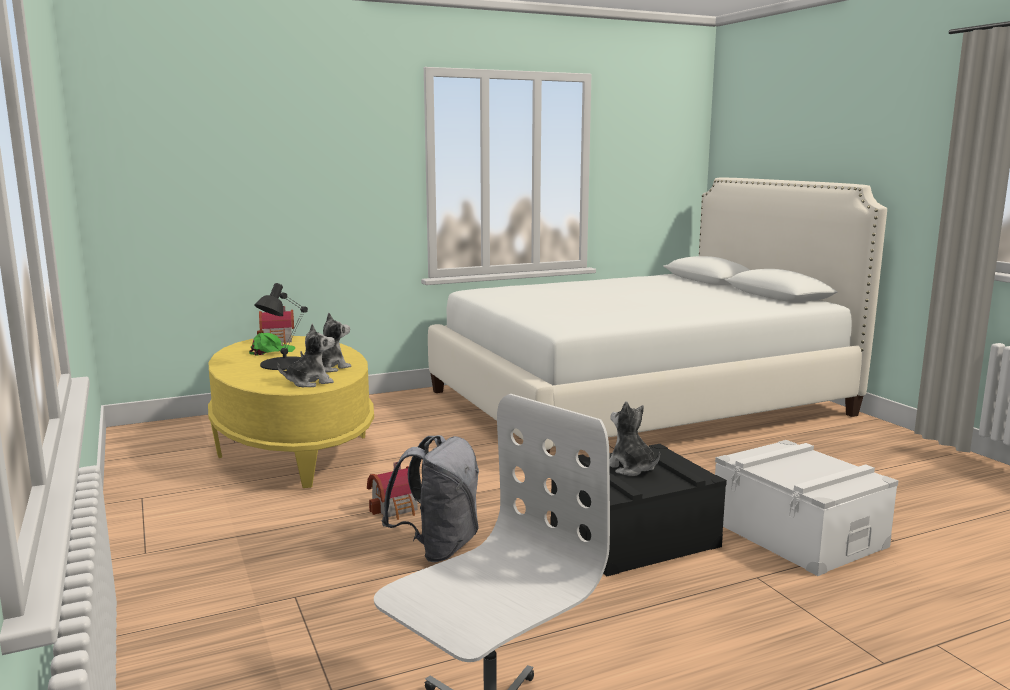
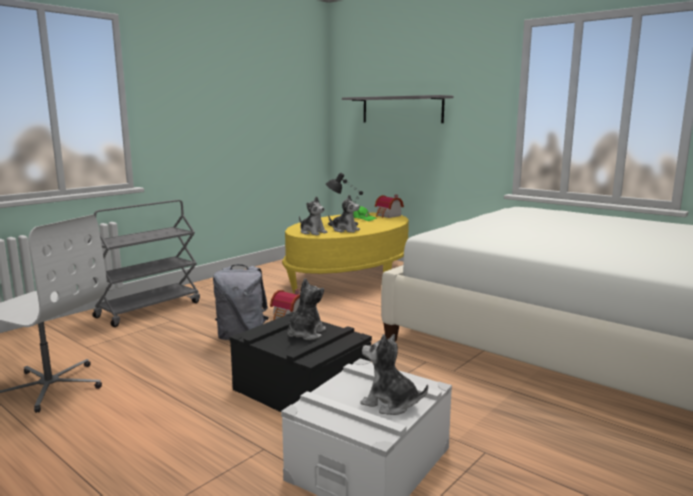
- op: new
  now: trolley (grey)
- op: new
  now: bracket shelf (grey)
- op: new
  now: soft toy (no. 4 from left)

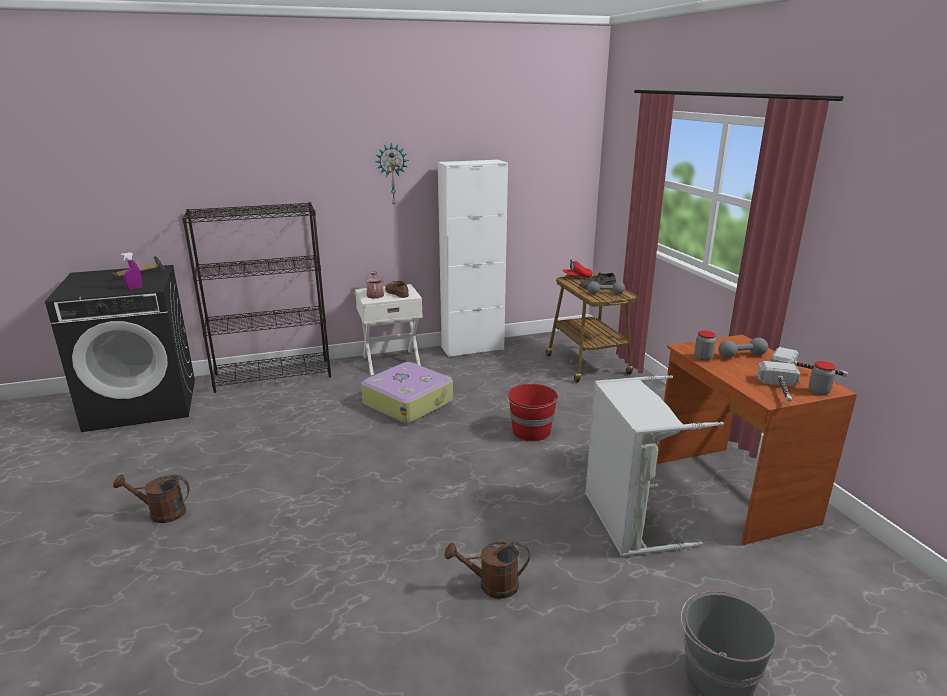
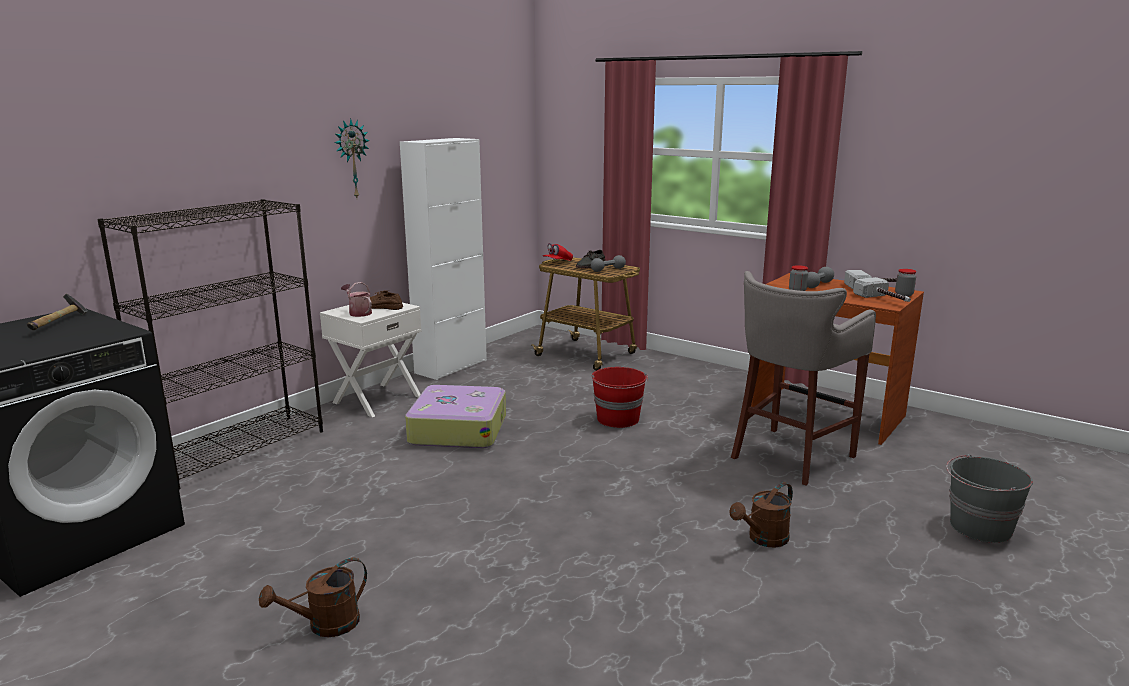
- op: gone
  was: sprayer (purple-coloured)
- op: swapped
  was: washing basket (grey)
  now: sitting stool (grey)

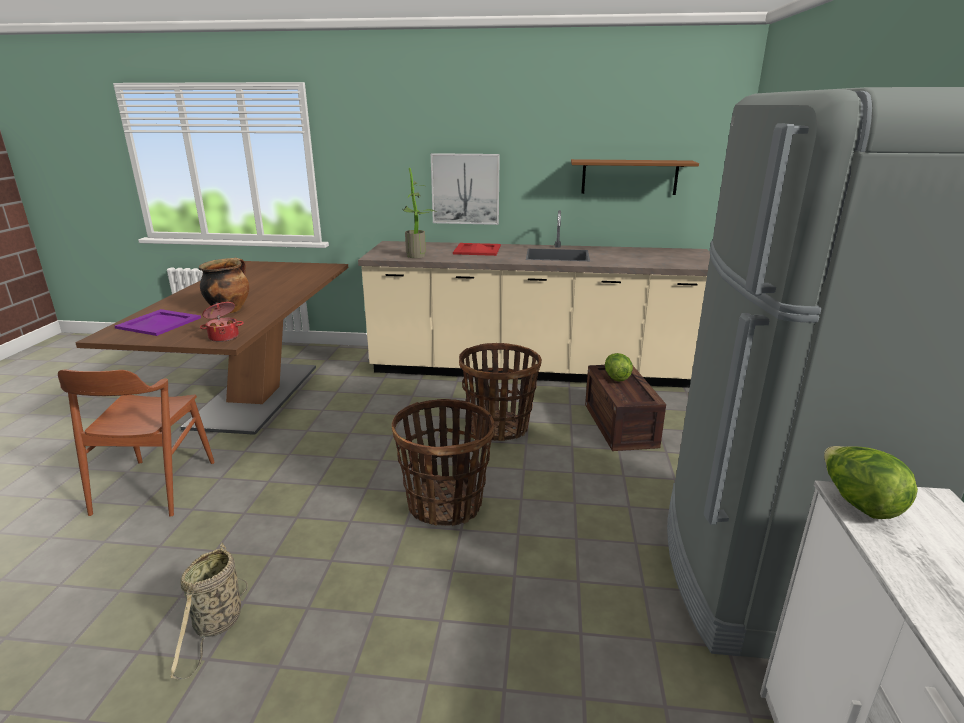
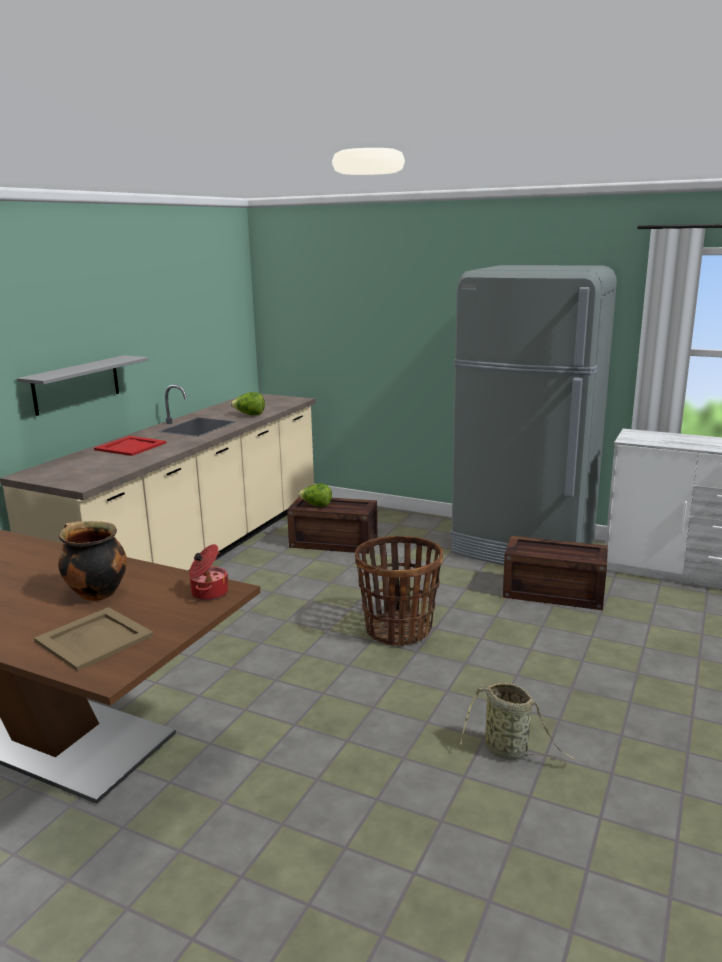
- op: gone
  was: chair (brown)
- op: gone
  was: houseplant
- op: gone
  was: basket (no. 3 from left)
- op: gone
  was: bracket shelf (brown)
- op: new
  now: shipping crate (no. 2 from left)
- op: shifted
  was: lettuce (no. 2 from left in the first image)
  now: lettuce (no. 1 from left)
- op: swapped
  was: picture
  now: bracket shelf (grey)
- op: repainted
  was: tray (purple-coloured)
  now: tray (beige)

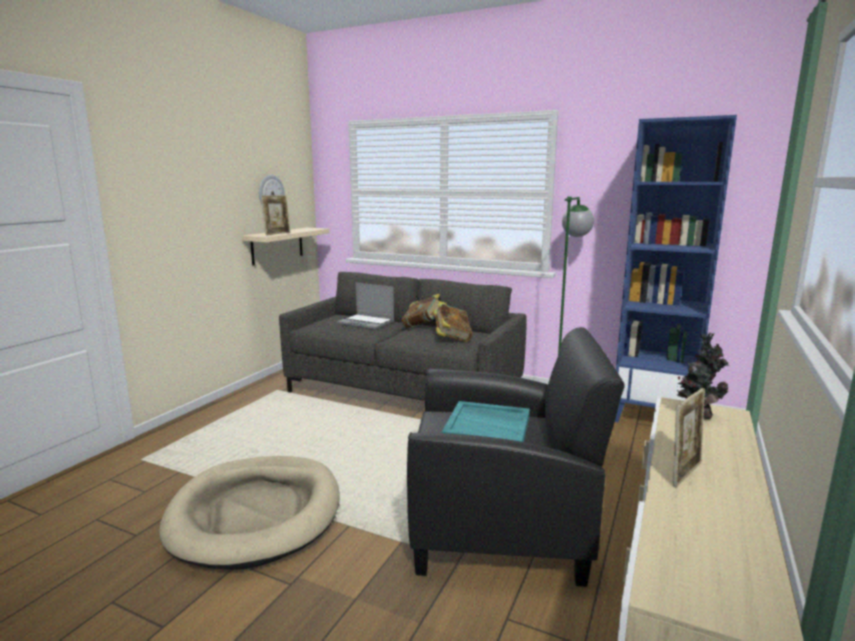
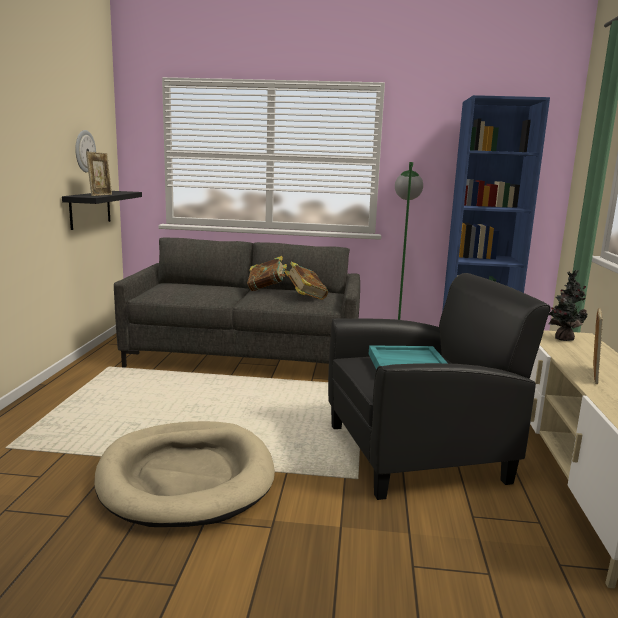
- op: gone
  was: portable computer
- op: repainted
  was: bracket shelf (beige)
  now: bracket shelf (black)

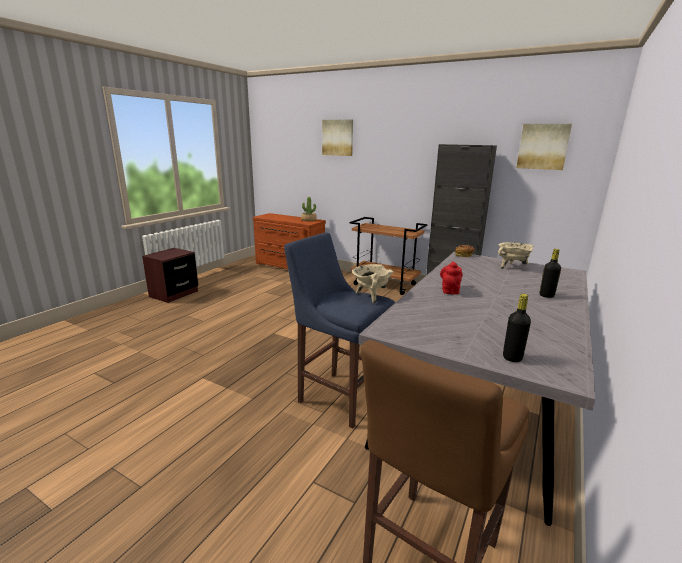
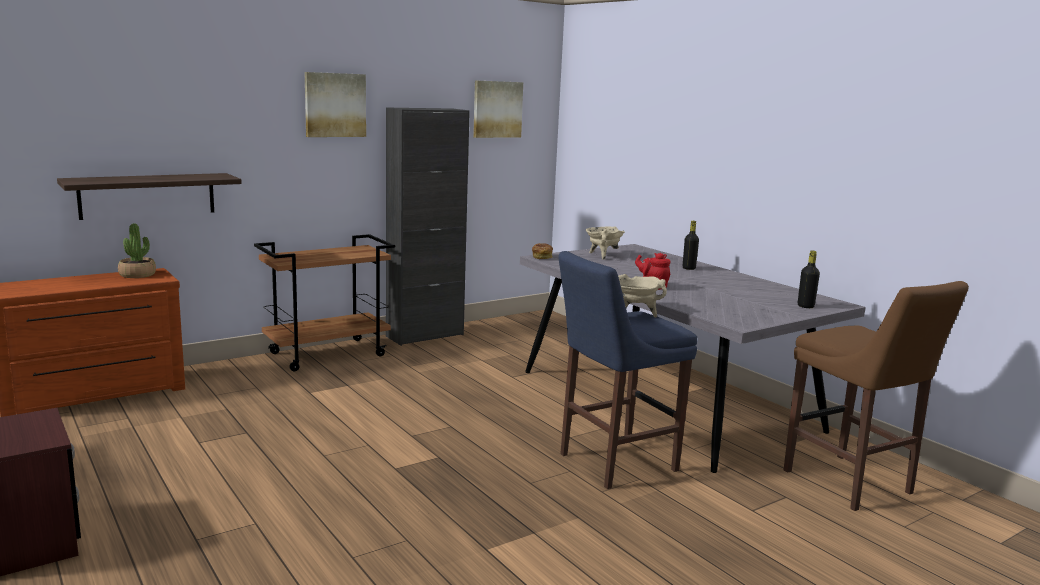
- op: new
  now: bracket shelf
- op: shifted
  was: picture (no. 1 from left)

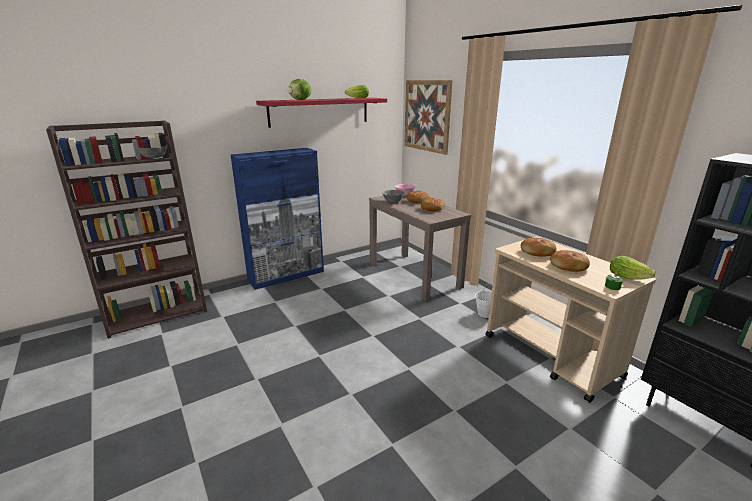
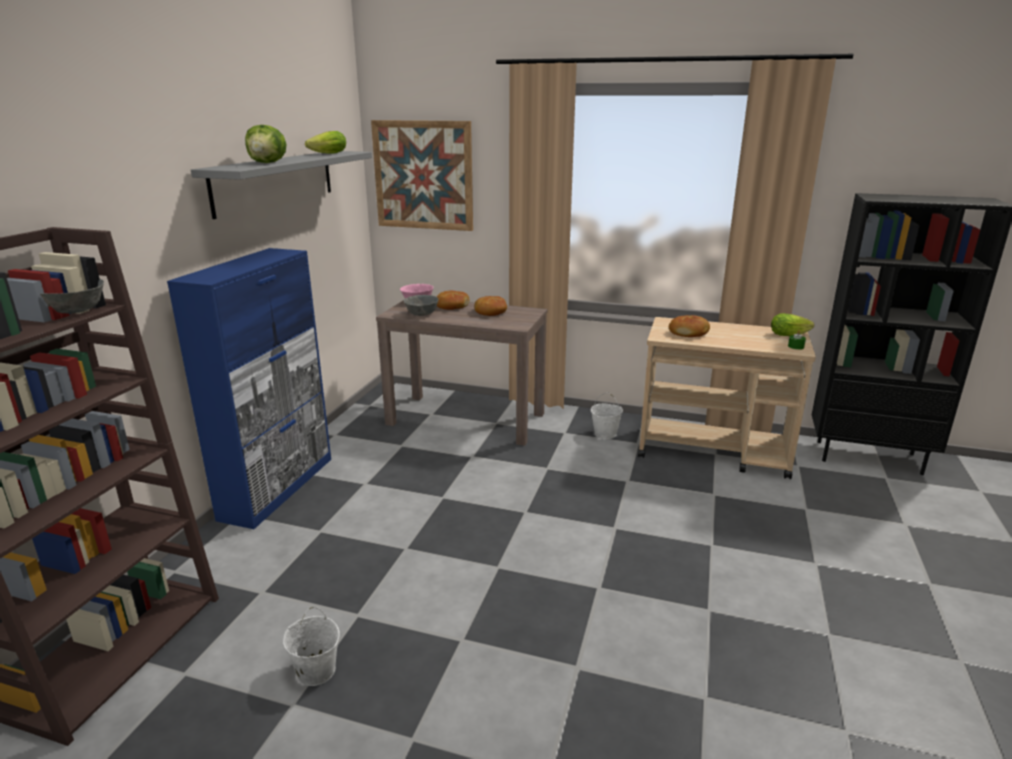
- op: gone
  was: baked bread (no. 4 from left)
- op: new
  now: bucket (whitish) (no. 1 from left)
- op: repainted
  was: bracket shelf (red-coloured)
  now: bracket shelf (grey)

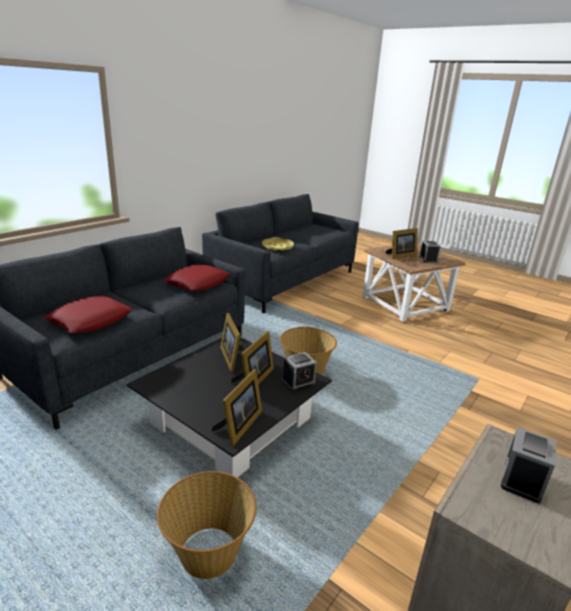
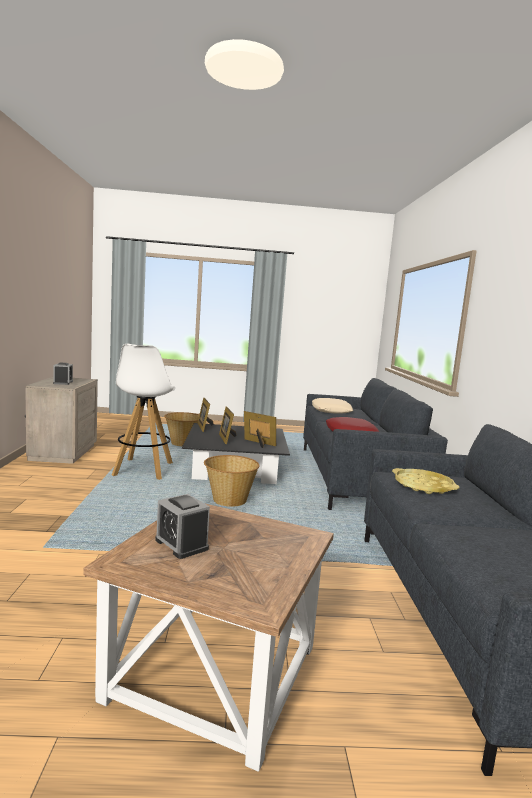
- op: gone
  was: table clock (no. 1 from left)
- op: gone
  was: photo frame (no. 4 from left)
- op: new
  now: sitting stool (whitish)
- op: repainted
  was: throw pillow (red-coloured) (no. 1 from left)
  now: throw pillow (beige)

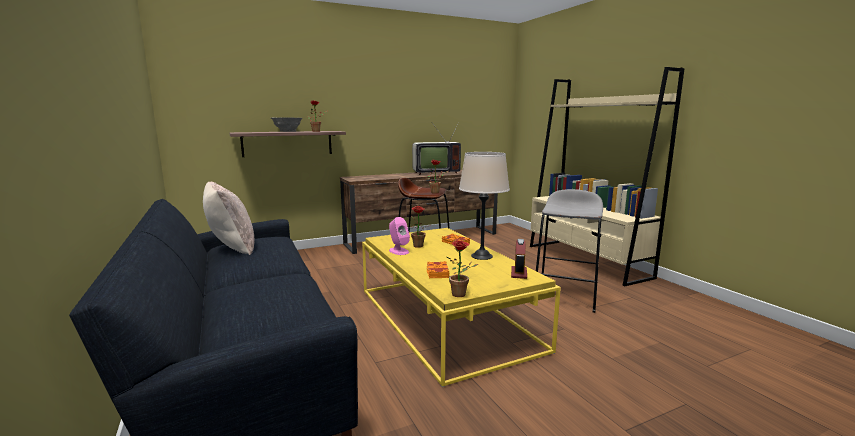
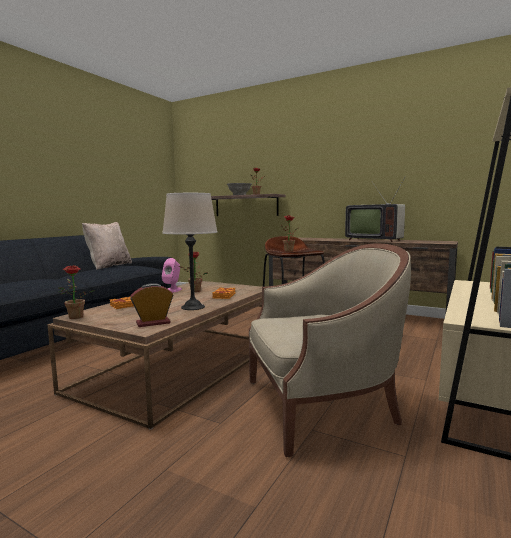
- op: swapped
  was: sitting stool (grey)
  now: easy chair (beige)
- op: repainted
  was: low table (yellow-coloured)
  now: low table (brown)

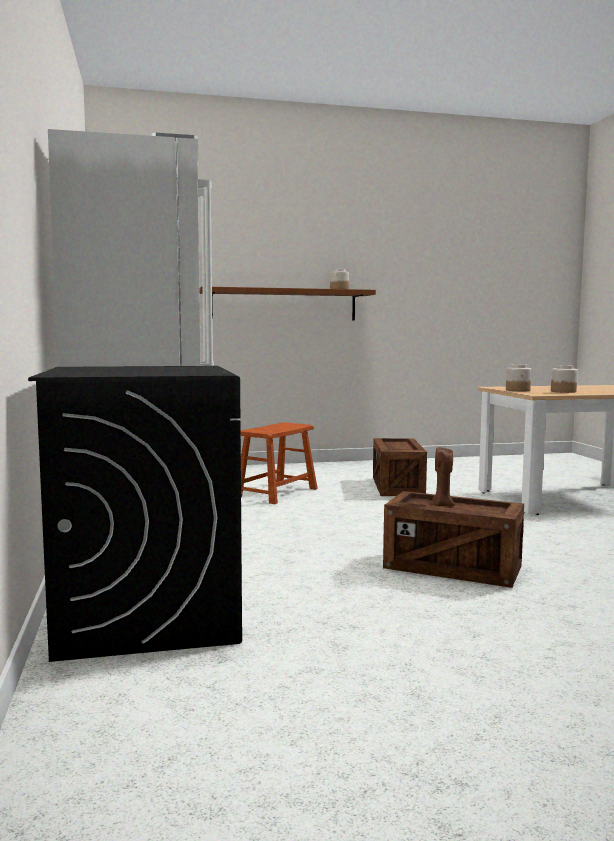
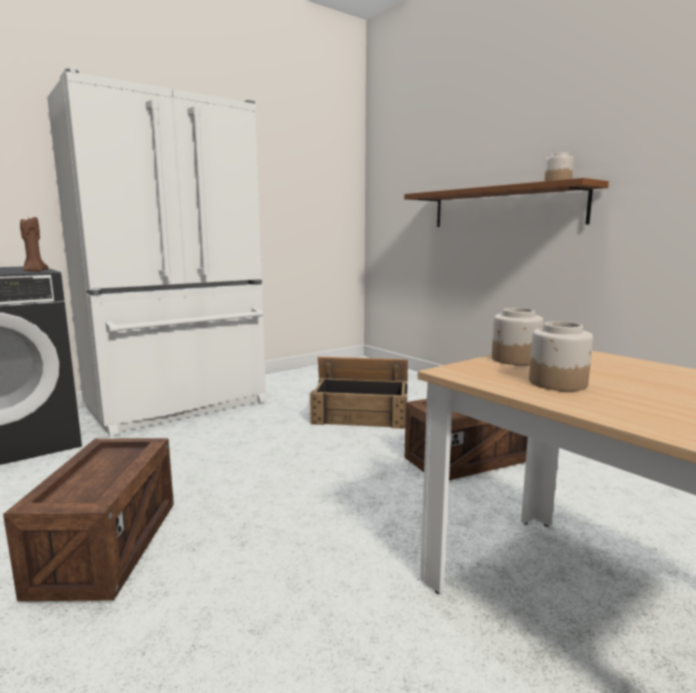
- op: shifted
  was: wax candle (brown)
- op: swapped
  was: sitting stool (brown)
  now: shipping crate (no. 2 from left)

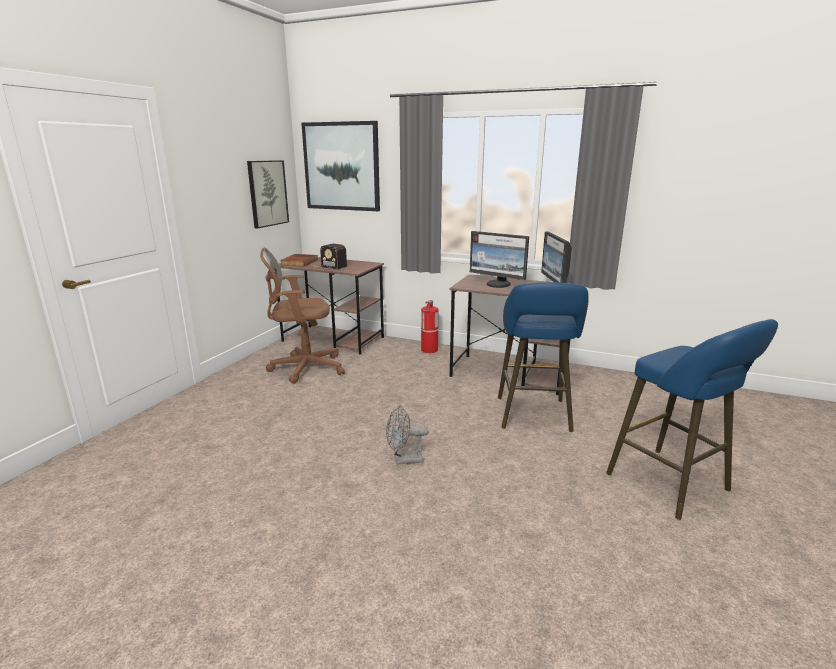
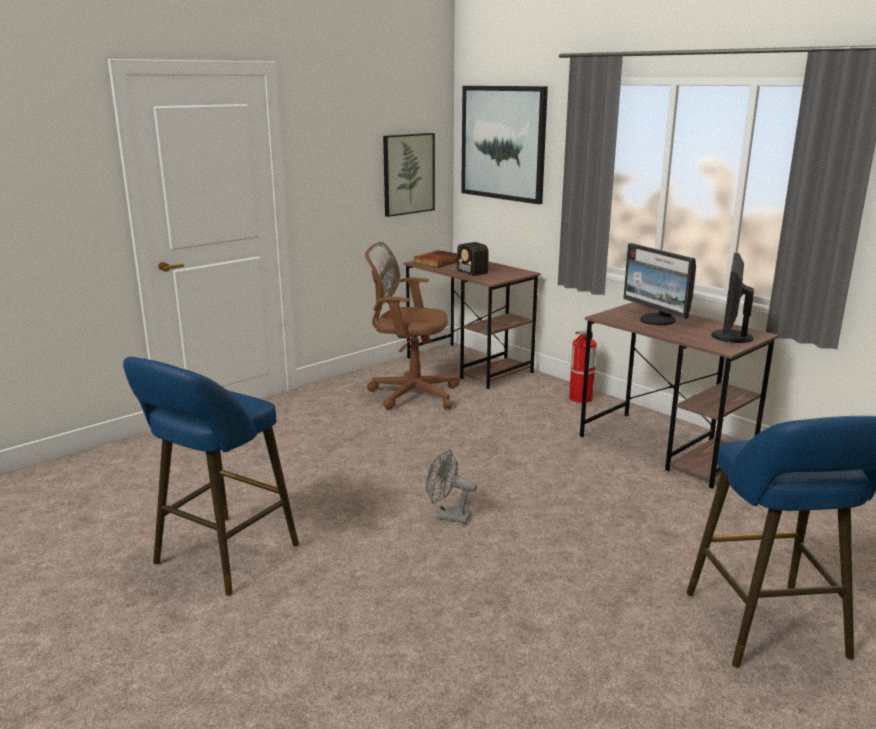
- op: shifted
  was: sitting stool (blue-coloured) (no. 1 from left)

